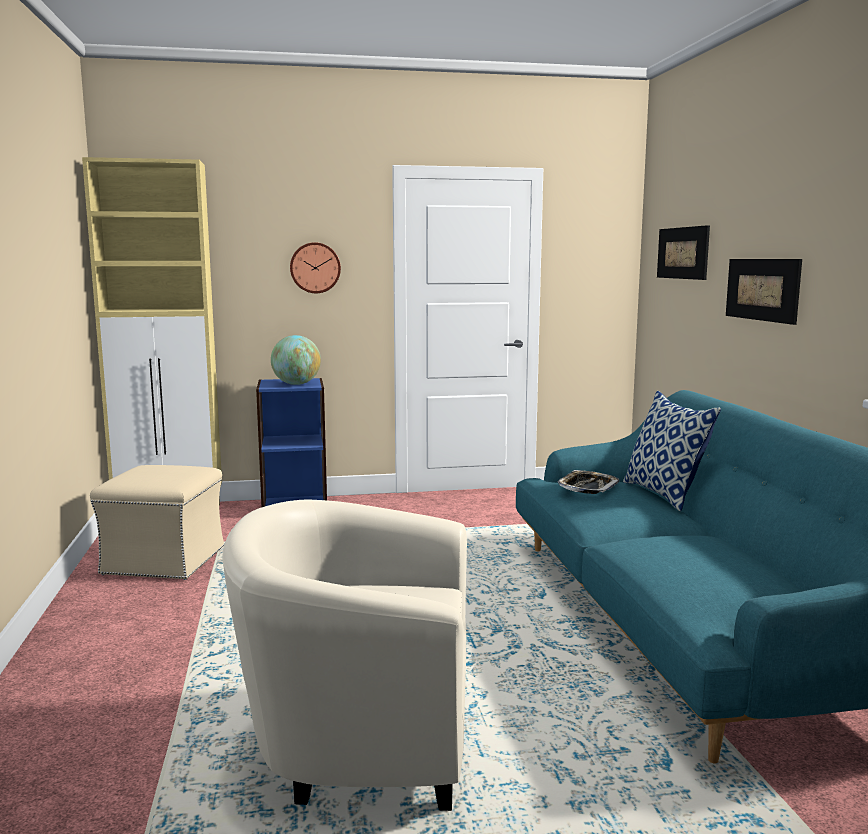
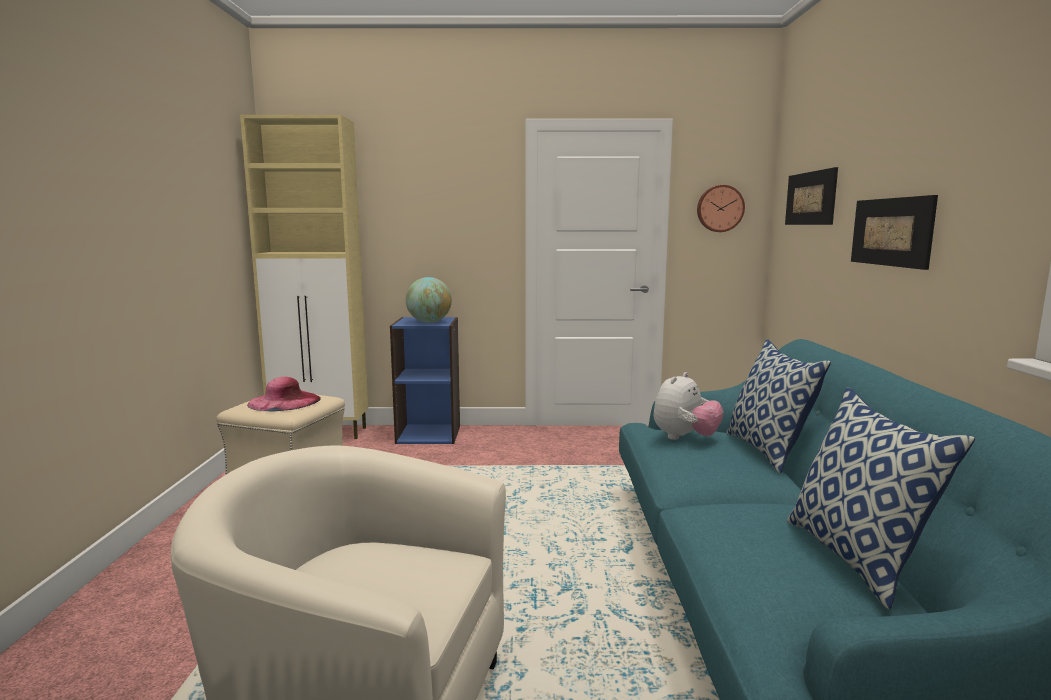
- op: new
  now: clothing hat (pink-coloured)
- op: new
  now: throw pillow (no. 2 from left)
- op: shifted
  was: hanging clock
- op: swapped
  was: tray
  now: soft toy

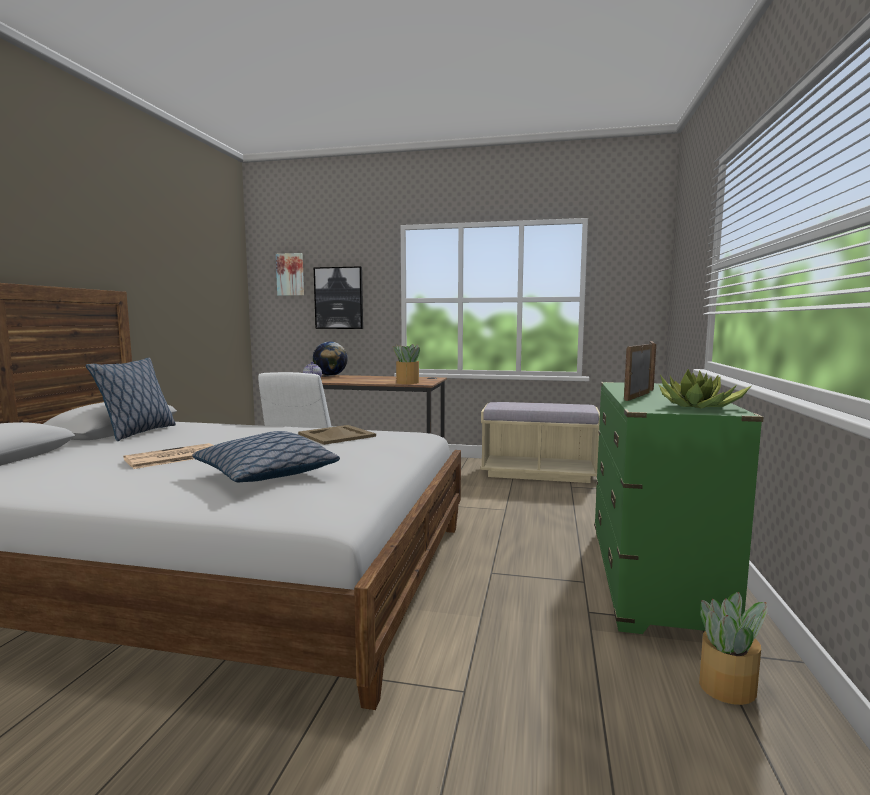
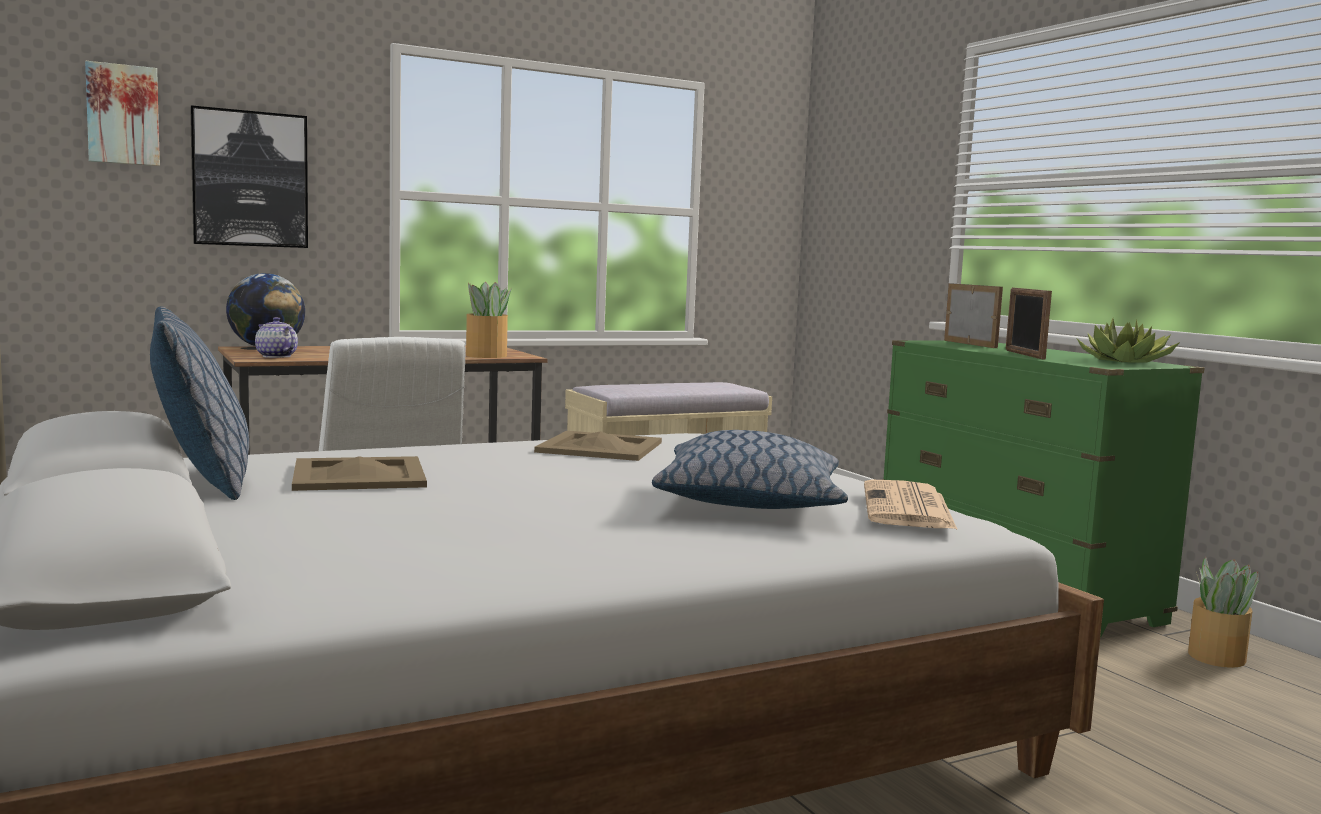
- op: new
  now: tray (beige) (no. 1 from left)
- op: shifted
  was: printed paper

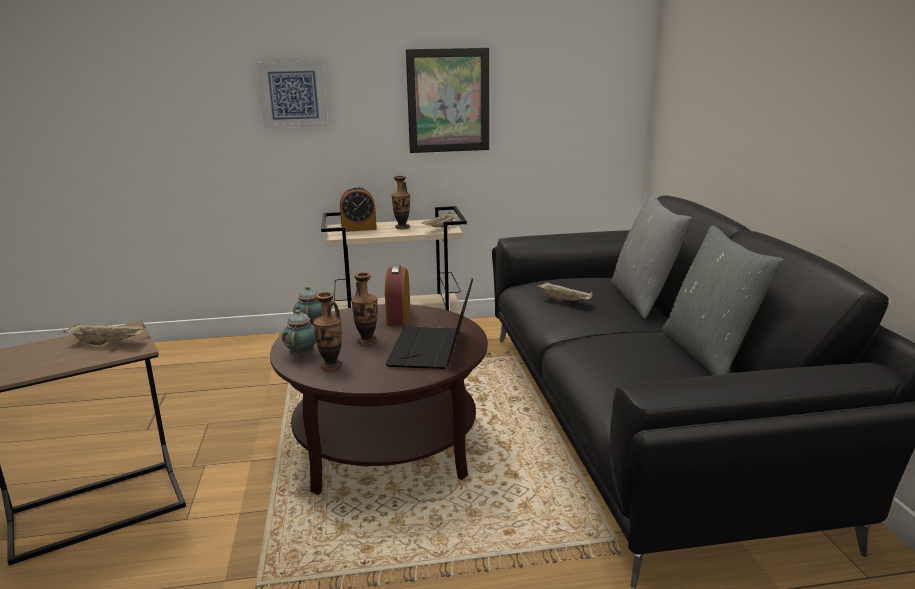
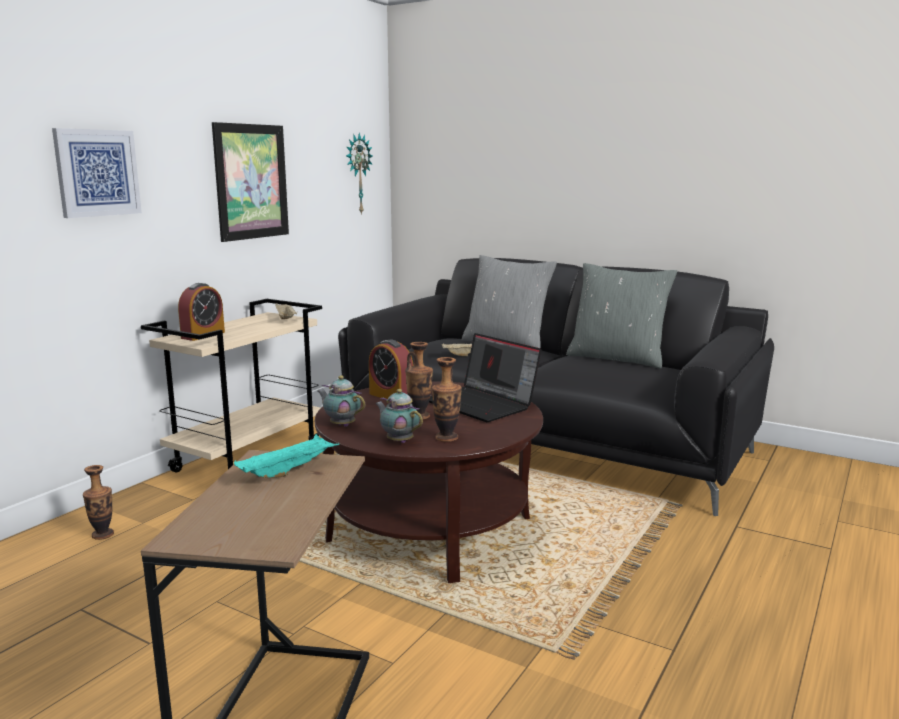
- op: new
  now: hanging clock
- op: shifted
  was: decorative vase (no. 3 from left in the first image)
  now: decorative vase (no. 1 from left)
- op: repainted
  was: tray (beige) (no. 1 from left)
  now: tray (turquoise)

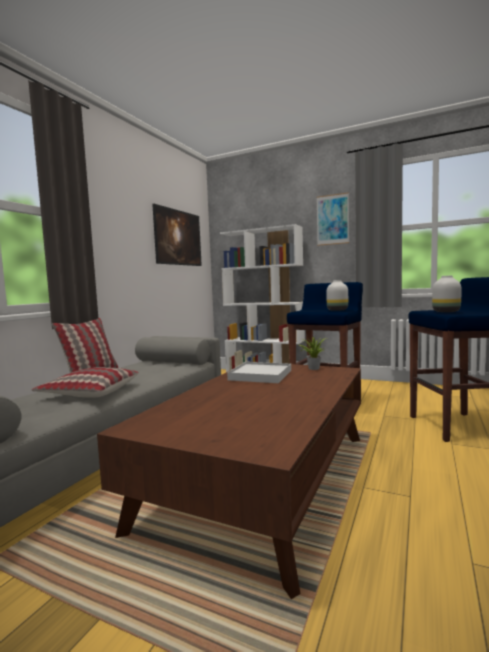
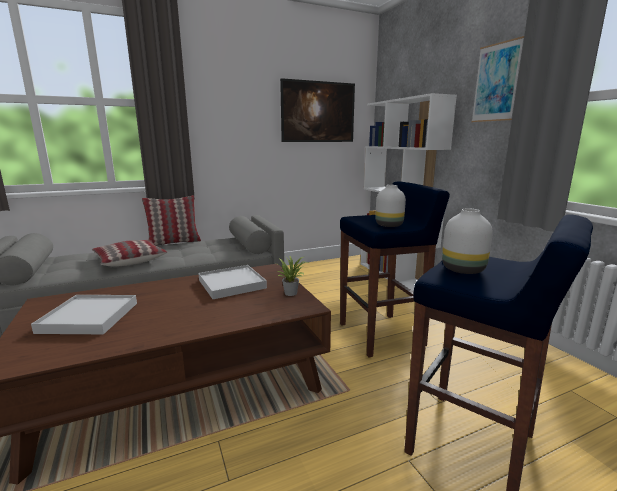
- op: new
  now: tray (whitish) (no. 1 from left)

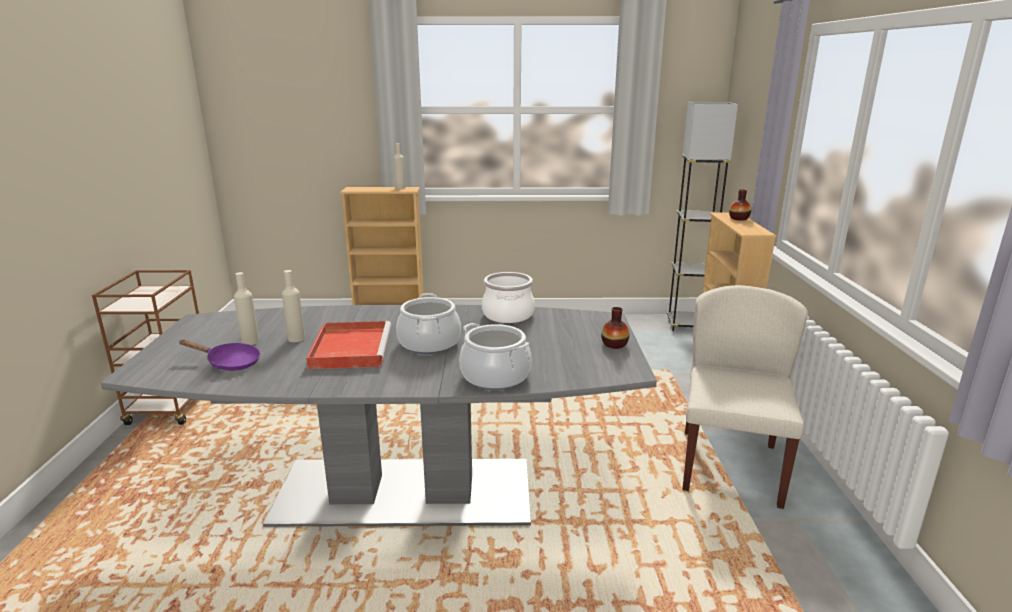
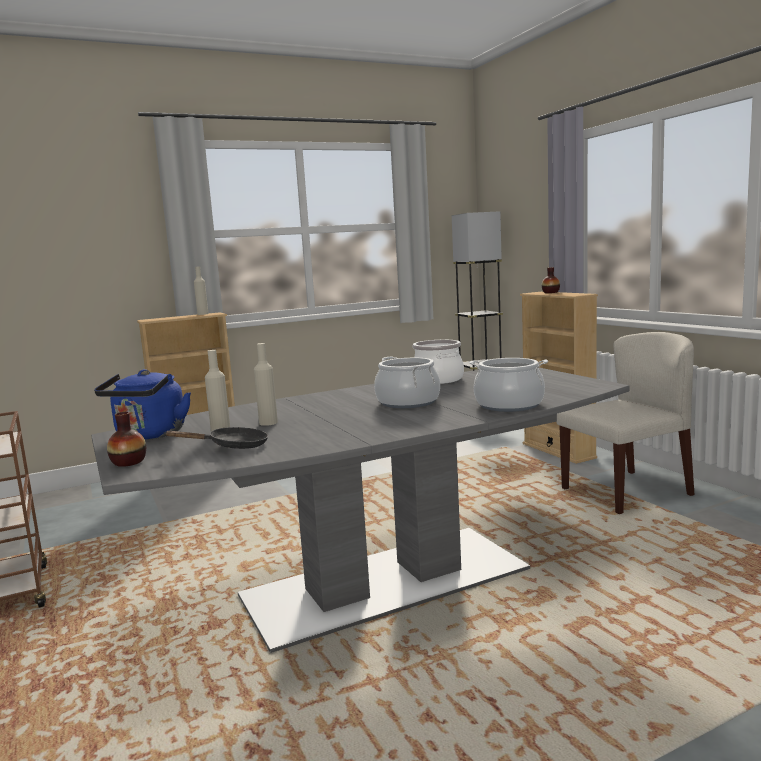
- op: gone
  was: tray (red-coloured)
- op: new
  now: kettle (blue-coloured)
- op: shifted
  was: decorative vase (no. 1 from left)
- op: repainted
  was: frying pan (purple-coloured)
  now: frying pan (black)
- op: rotated
  was: chair (beige)
  clockwise: 75

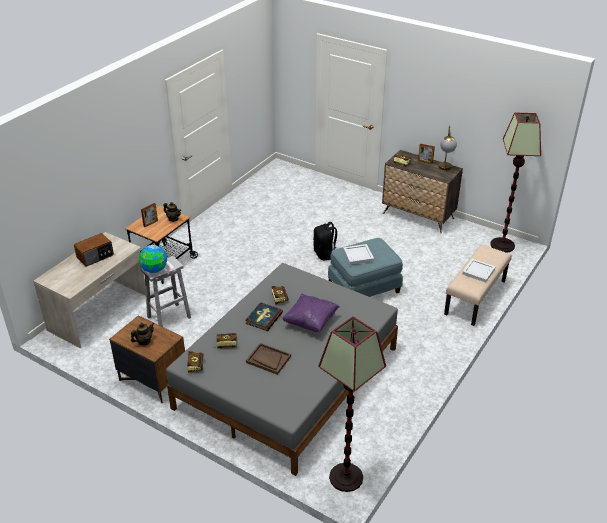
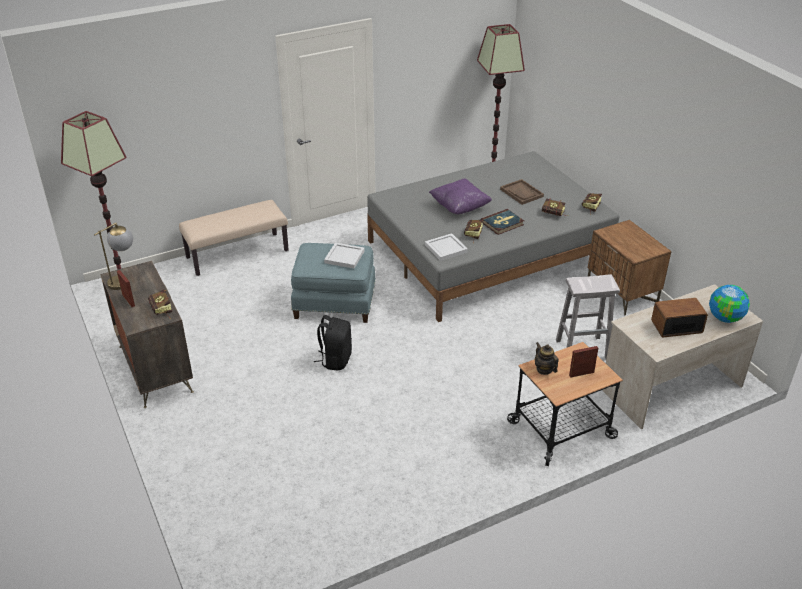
- op: gone
  was: teapot (no. 1 from left)
- op: shifted
  was: world globe
- op: shifted
  was: tray (whitish) (no. 2 from left)

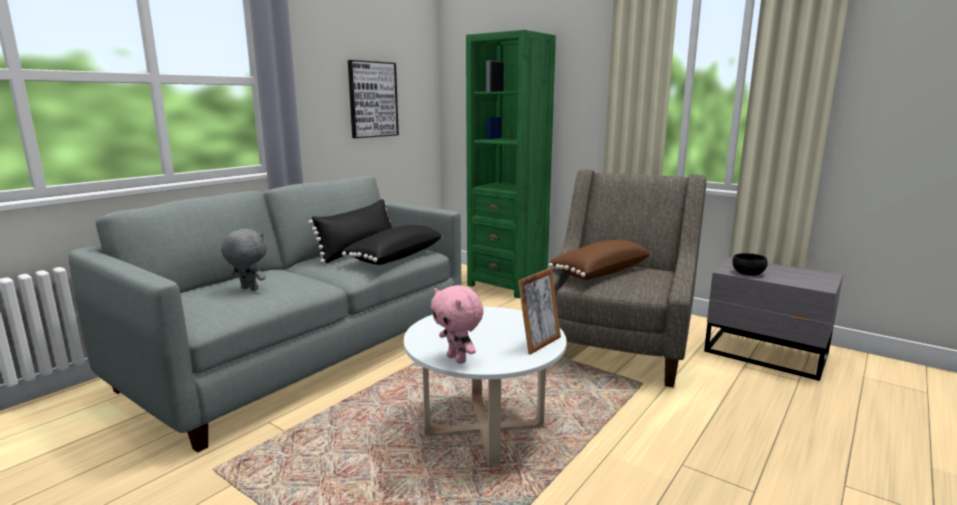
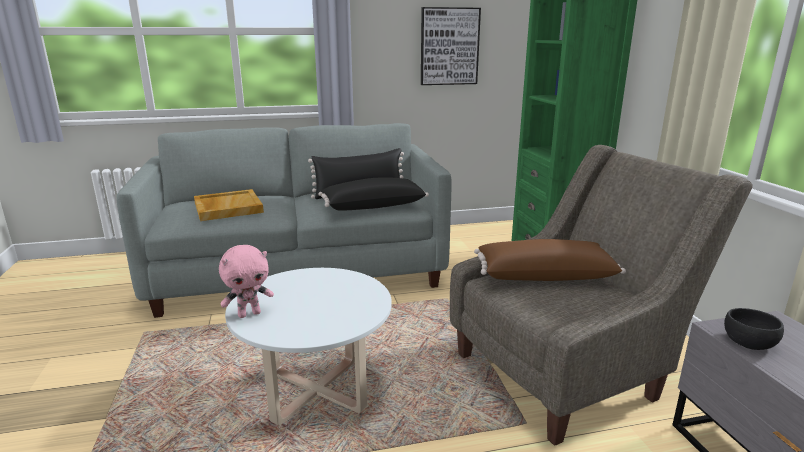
- op: gone
  was: photo frame
- op: swapped
  was: soft toy (grey)
  now: tray (beige)
- op: rotated
  was: soft toy (pink-coloured)
  clockwise: -120

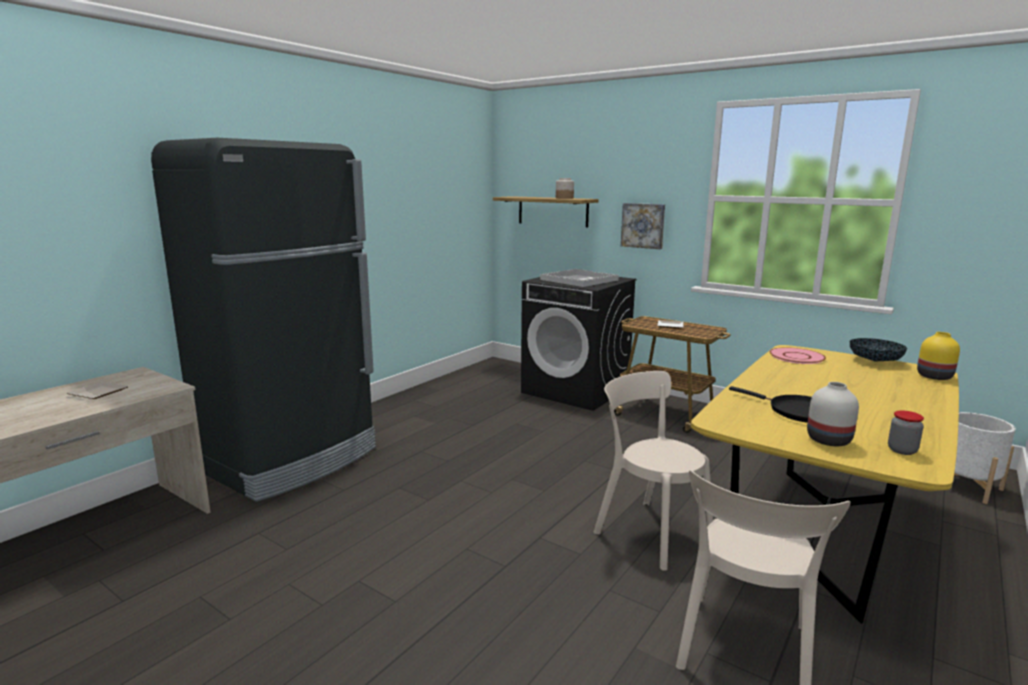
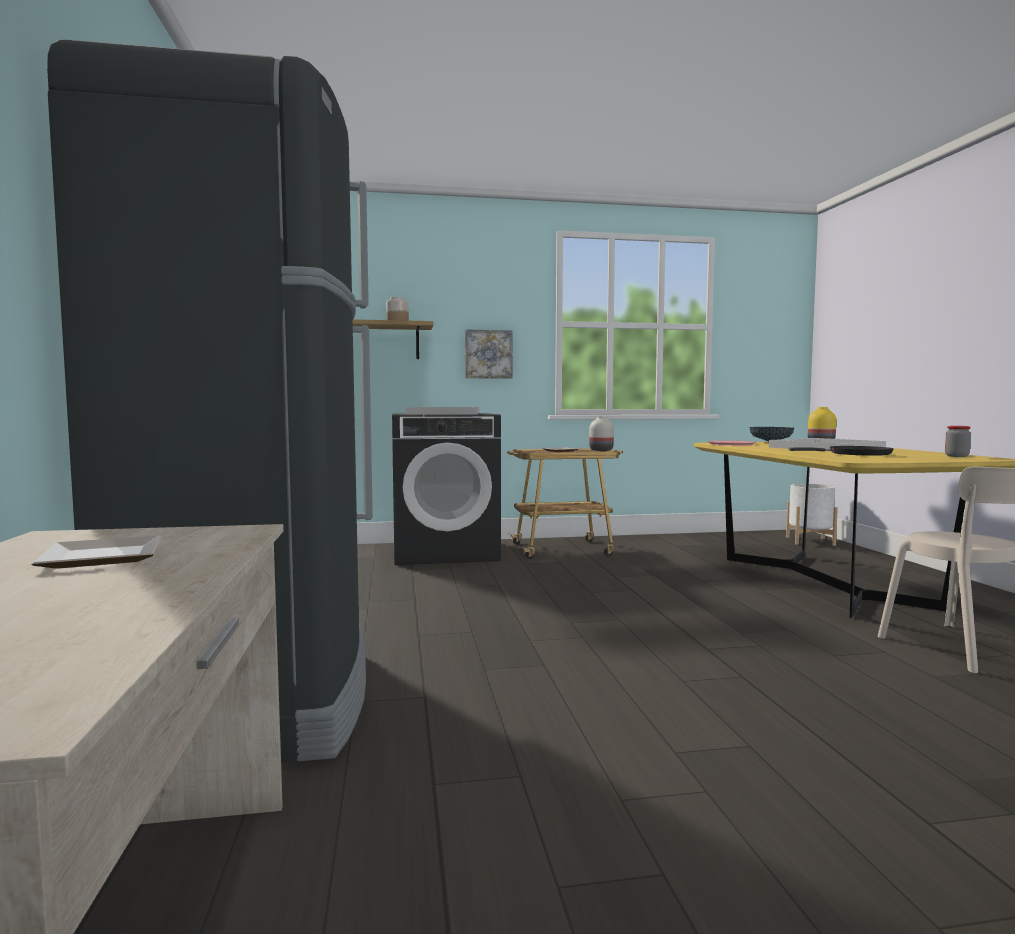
- op: gone
  was: chair (beige) (no. 1 from left)
- op: new
  now: tray (whitish) (no. 2 from left)
- op: shifted
  was: decorative vase (whitish)

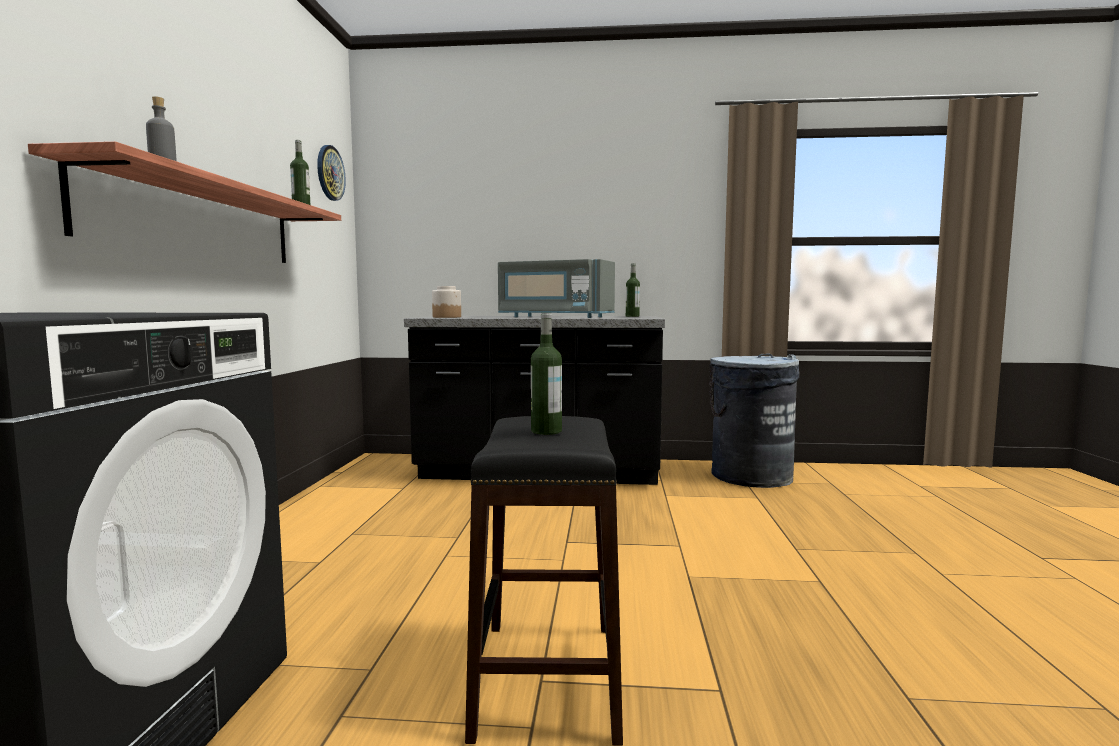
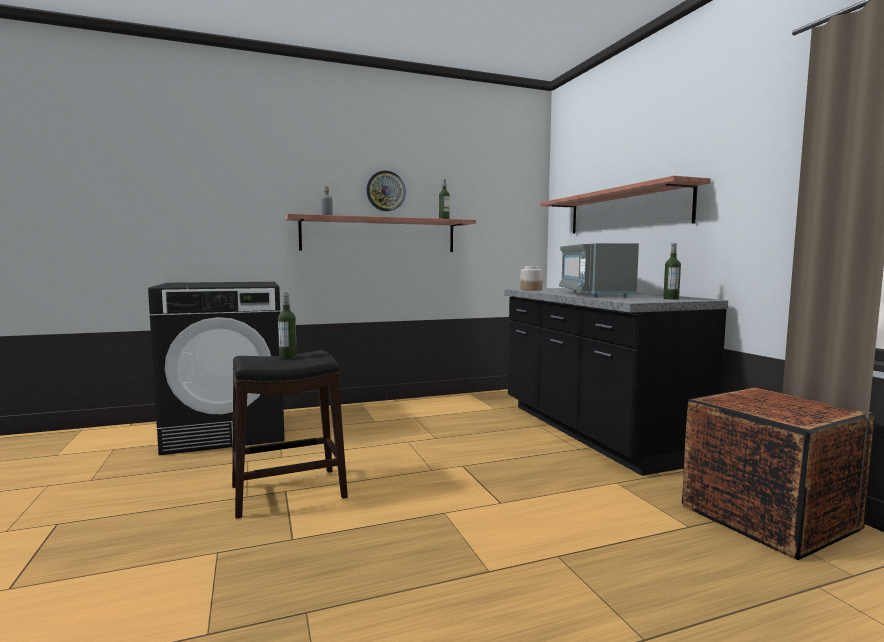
- op: new
  now: bracket shelf (no. 2 from left)
- op: shifted
  was: hanging clock
- op: swapped
  was: rubbish bin (grey)
  now: shipping crate

